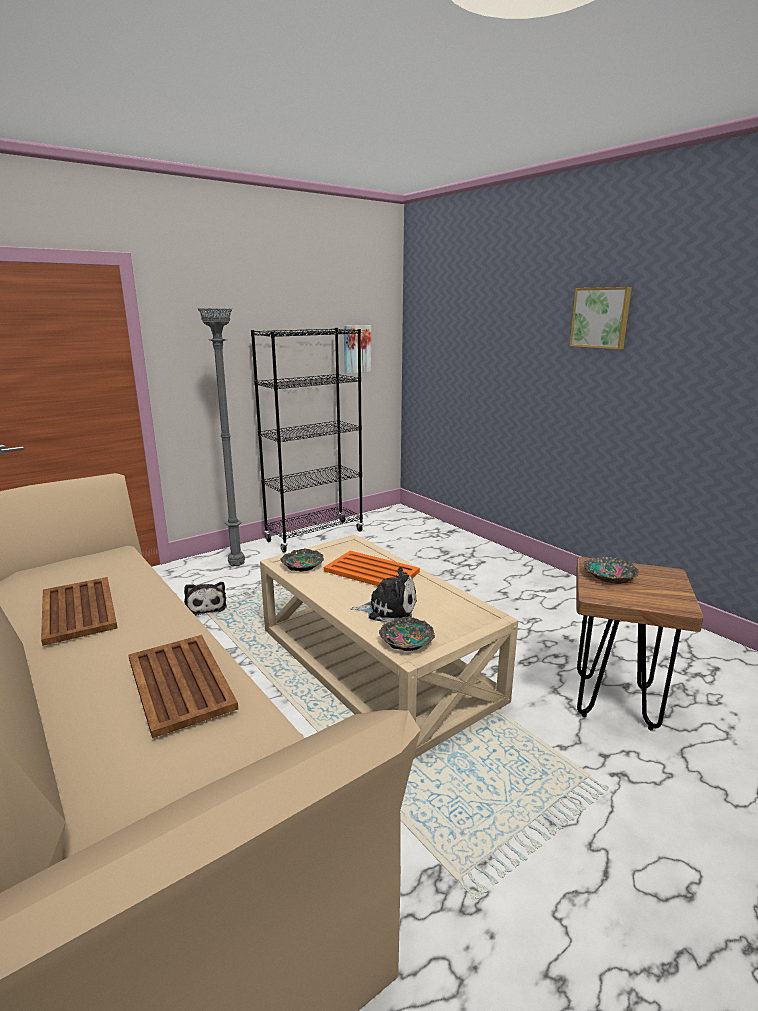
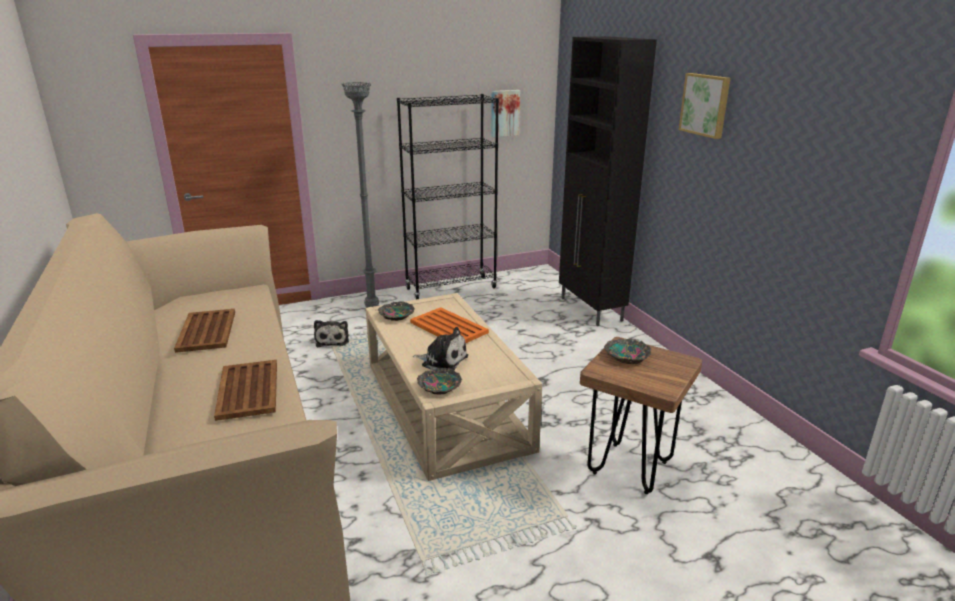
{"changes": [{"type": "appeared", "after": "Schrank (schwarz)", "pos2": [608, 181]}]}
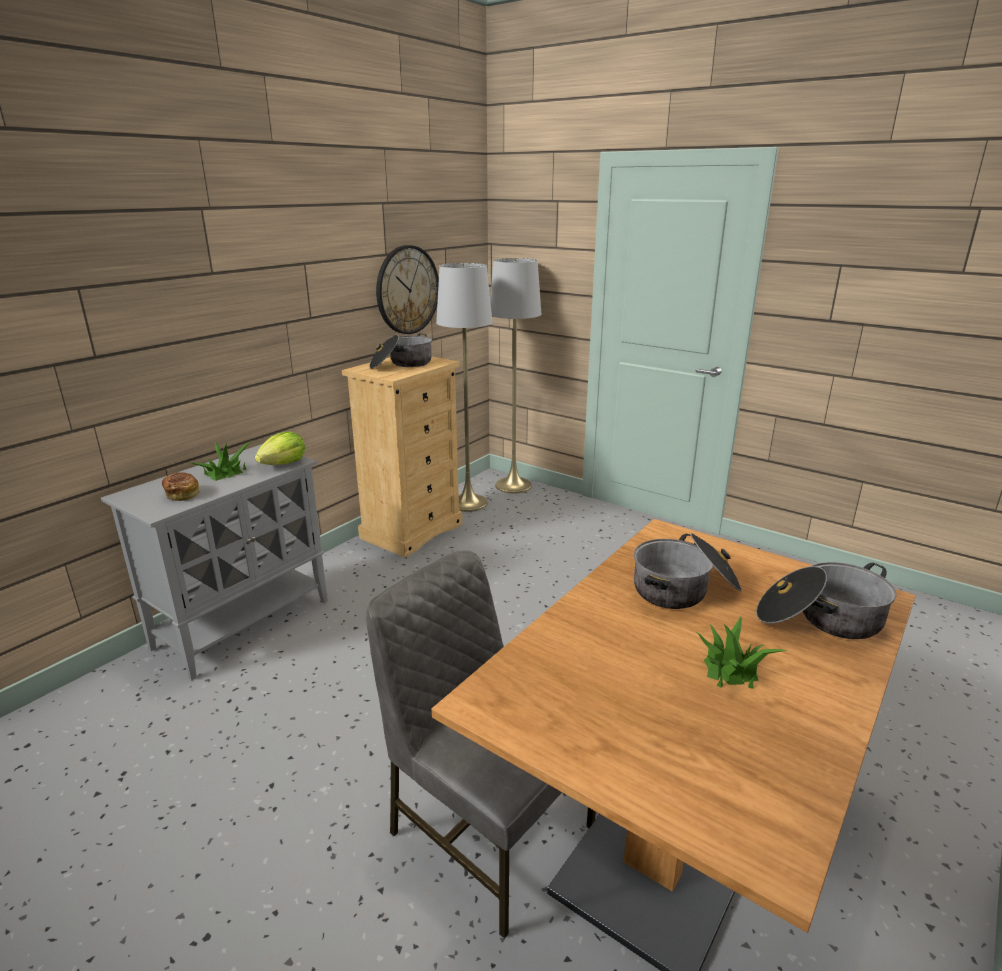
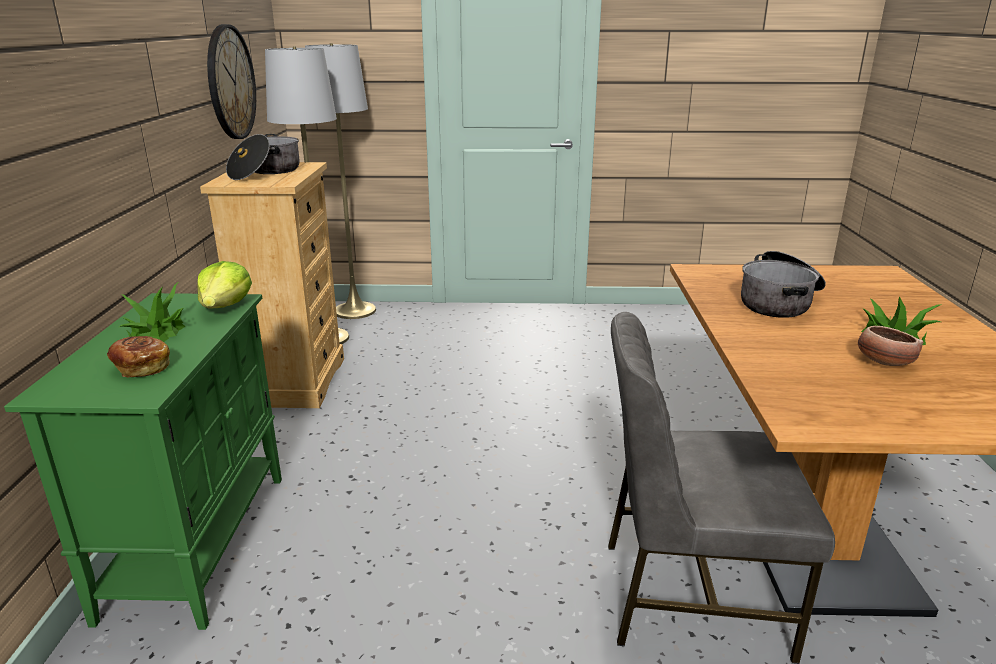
{"changes": [{"type": "colour", "before": "Schrank (grau)", "after": "Schrank (grün)", "pos1": [214, 562], "pos2": [143, 461]}, {"type": "appeared", "after": "Schüssel", "pos2": [890, 346]}, {"type": "missing", "before": "Kochtopf", "pos1": [826, 600]}]}
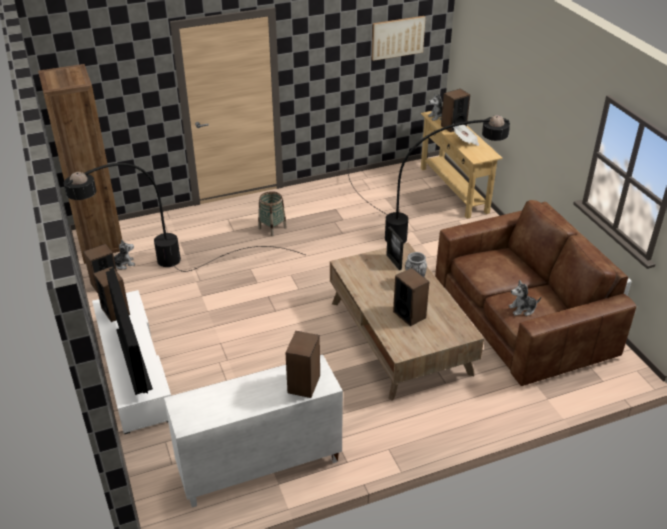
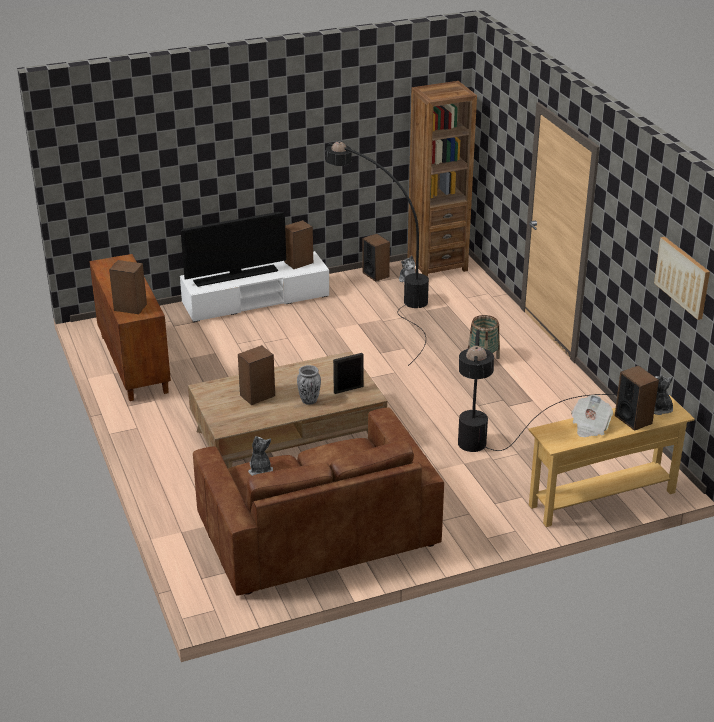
{"changes": [{"type": "colour", "before": "Schrank (weiß)", "after": "Schrank (braun)", "pos1": [253, 431], "pos2": [130, 327]}]}
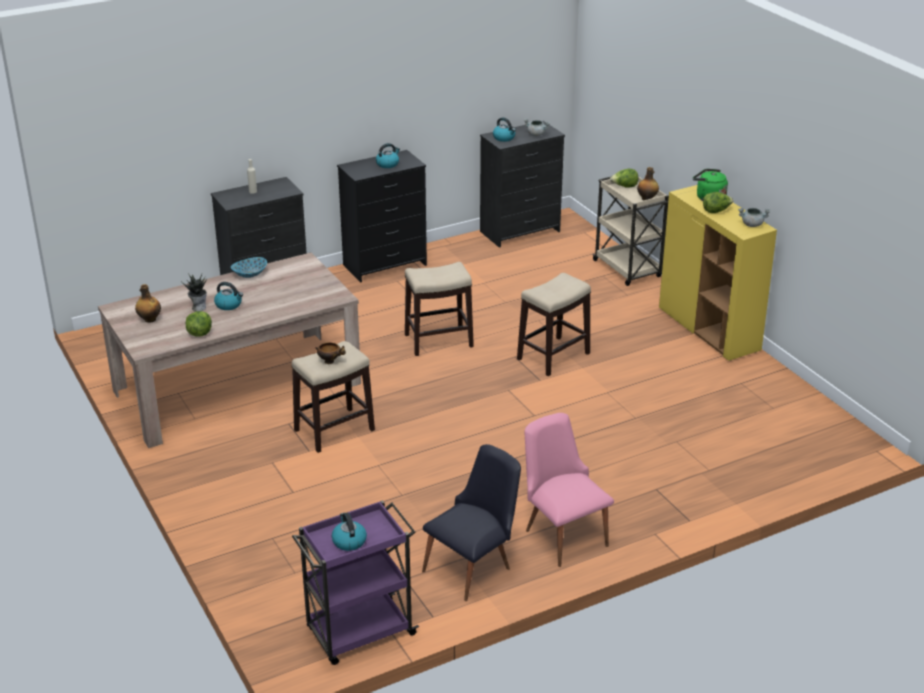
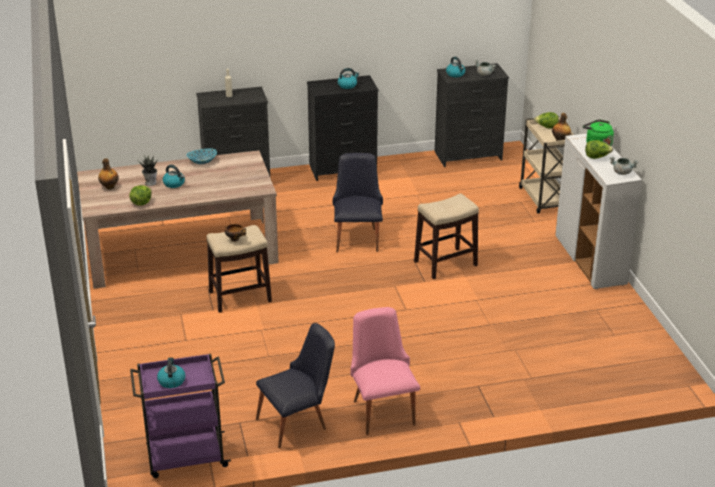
{"changes": [{"type": "exchanged", "before": "Hocker", "after": "Stuhl (schwarz)", "pos1": [439, 309], "pos2": [358, 203]}, {"type": "colour", "before": "Schrank (gelb)", "after": "Schrank (weiß)", "pos1": [718, 273], "pos2": [598, 211]}]}
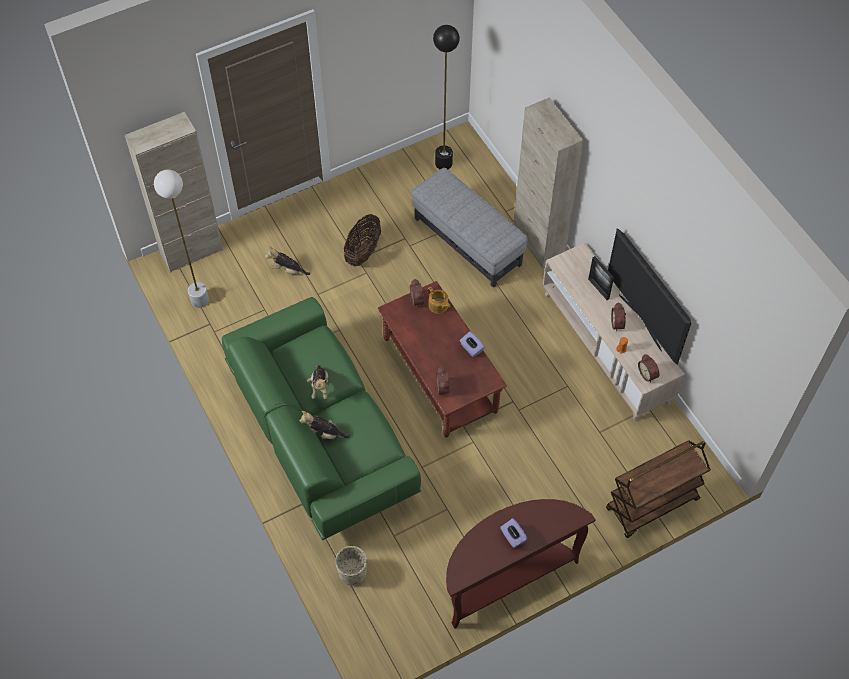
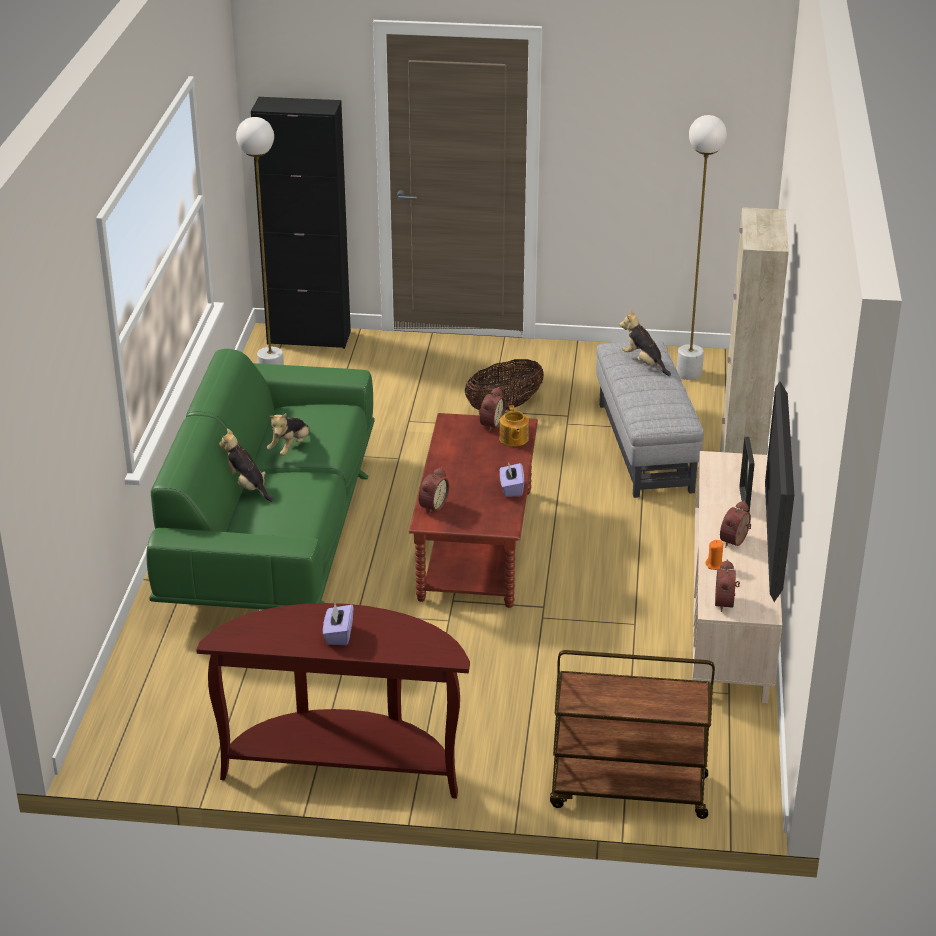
{"changes": [{"type": "colour", "before": "Schrank (beige)", "after": "Schrank (schwarz)", "pos1": [174, 192], "pos2": [301, 223]}, {"type": "relocated", "before": "Plüschtier", "pos1": [287, 260], "pos2": [645, 343]}, {"type": "colour", "before": "Stehlampe (schwarz)", "after": "Stehlampe (weiß)", "pos1": [446, 97], "pos2": [702, 247]}, {"type": "missing", "before": "Pflanzkübel (beige)", "pos1": [351, 565]}]}
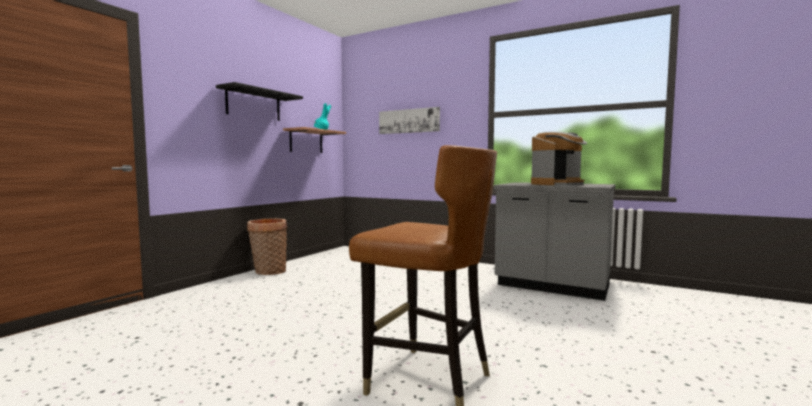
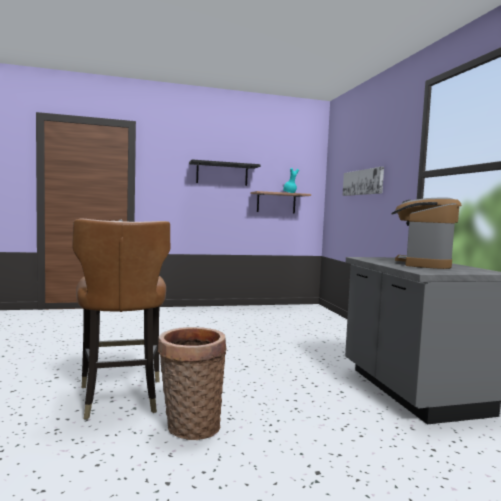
{"changes": [{"type": "relocated", "before": "Korb", "pos1": [267, 246], "pos2": [192, 383]}, {"type": "spun", "before": "Kaffeemaschine", "pos1": [559, 158], "pos2": [426, 233], "turn": 105}]}
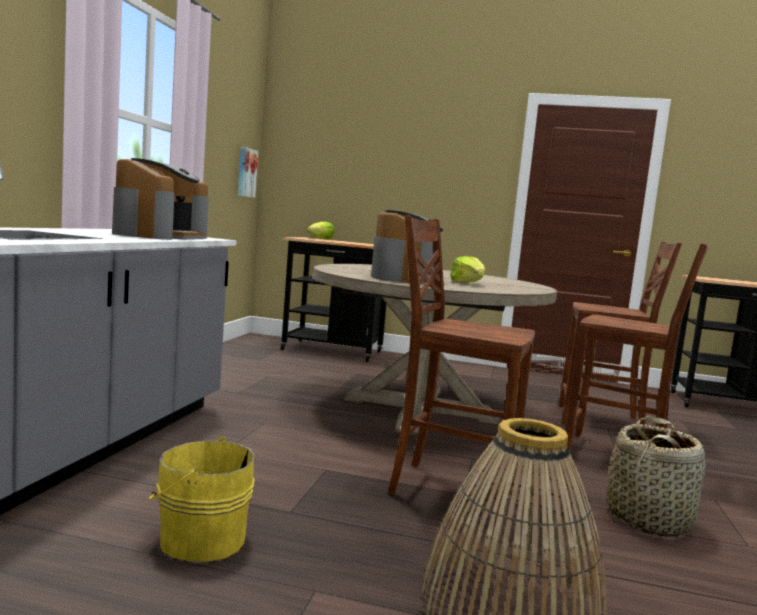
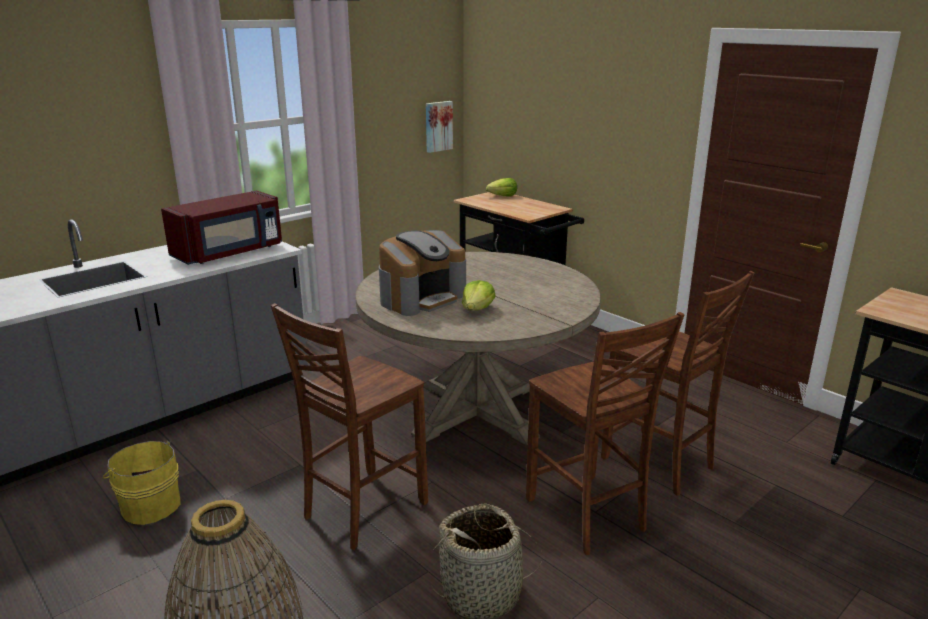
{"changes": [{"type": "exchanged", "before": "Kaffeemaschine", "after": "Mikrowelle (rot)", "pos1": [160, 199], "pos2": [221, 227]}, {"type": "spun", "before": "Stuhl (braun)", "pos1": [461, 370], "pos2": [349, 426], "turn": -105}]}
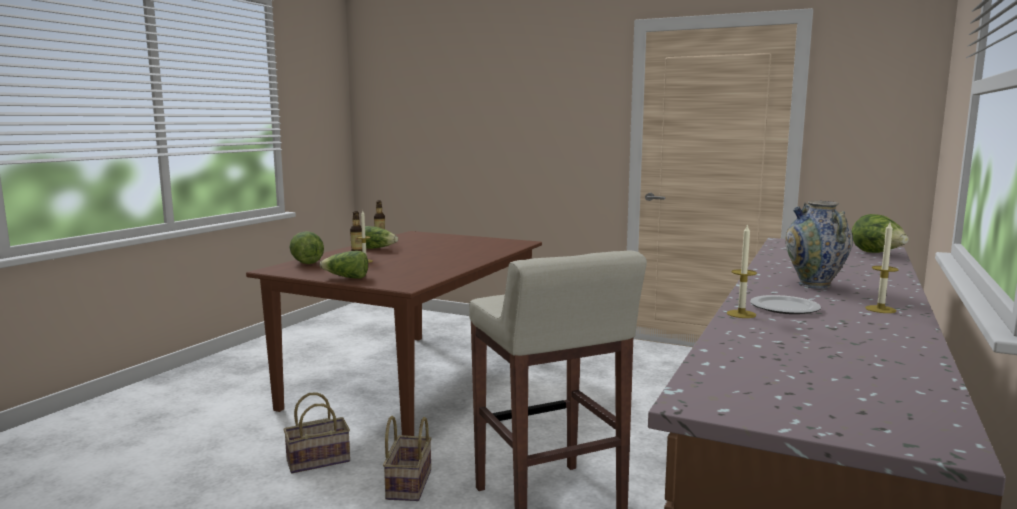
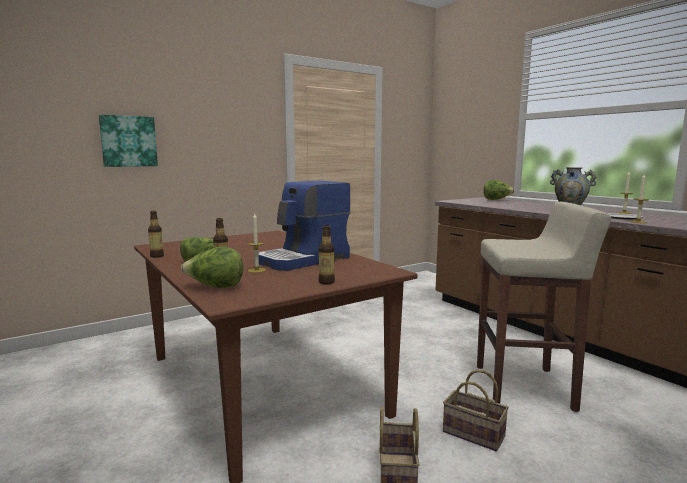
{"changes": [{"type": "appeared", "after": "Bild", "pos2": [128, 140]}, {"type": "appeared", "after": "Kaffeemaschine", "pos2": [304, 225]}, {"type": "exchanged", "before": "Salatkopf", "after": "Flasche", "pos1": [344, 265], "pos2": [327, 254]}]}
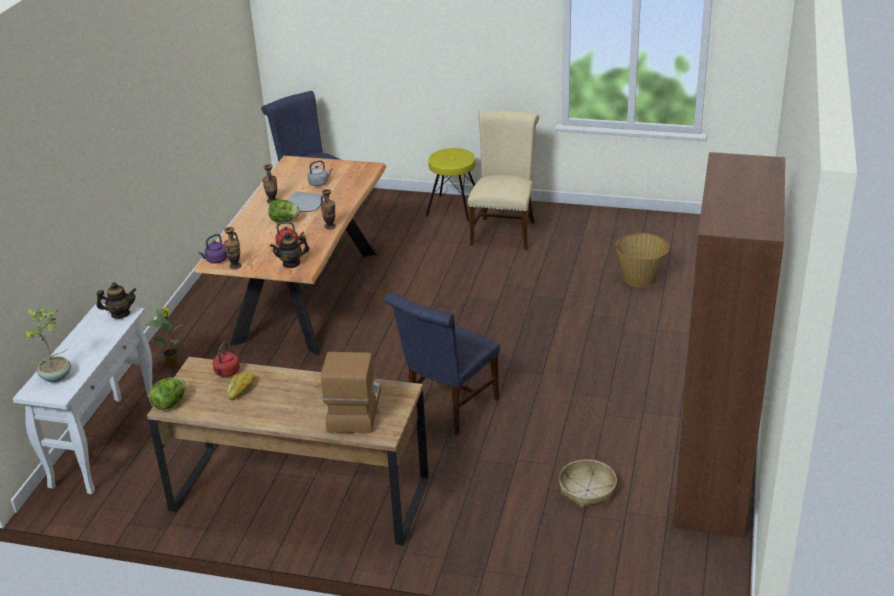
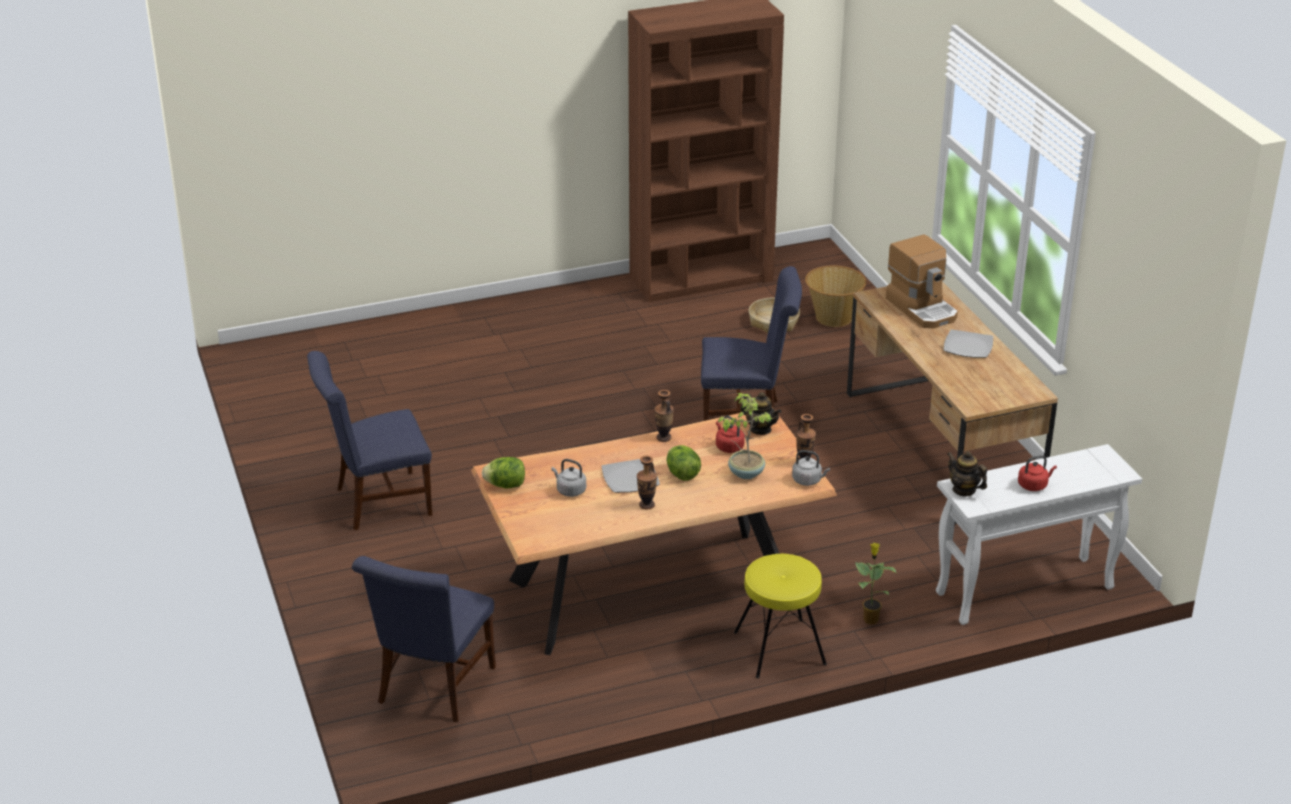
{"changes": [{"type": "colour", "before": "Stuhl (beige)", "after": "Stuhl (blau)", "pos1": [503, 180], "pos2": [369, 440]}, {"type": "relocated", "before": "Salatkopf", "pos1": [167, 393], "pos2": [503, 473]}, {"type": "relocated", "before": "Topfpflanze", "pos1": [47, 345], "pos2": [745, 436]}, {"type": "relocated", "before": "Hocker (gelb)", "pos1": [451, 185], "pos2": [780, 616]}, {"type": "colour", "before": "Wasserkessel (lila)", "after": "Wasserkessel (grau)", "pos1": [212, 248], "pos2": [811, 468]}, {"type": "relocated", "before": "Korb", "pos1": [642, 260], "pos2": [835, 296]}, {"type": "spun", "before": "Kaffeemaschine", "pos1": [351, 392], "pos2": [922, 281], "turn": -90}, {"type": "appeared", "after": "Teller", "pos2": [968, 343]}, {"type": "relocated", "before": "Wasserkessel (rot)", "pos1": [226, 359], "pos2": [1037, 473]}, {"type": "missing", "before": "Brot", "pos1": [241, 386]}]}
